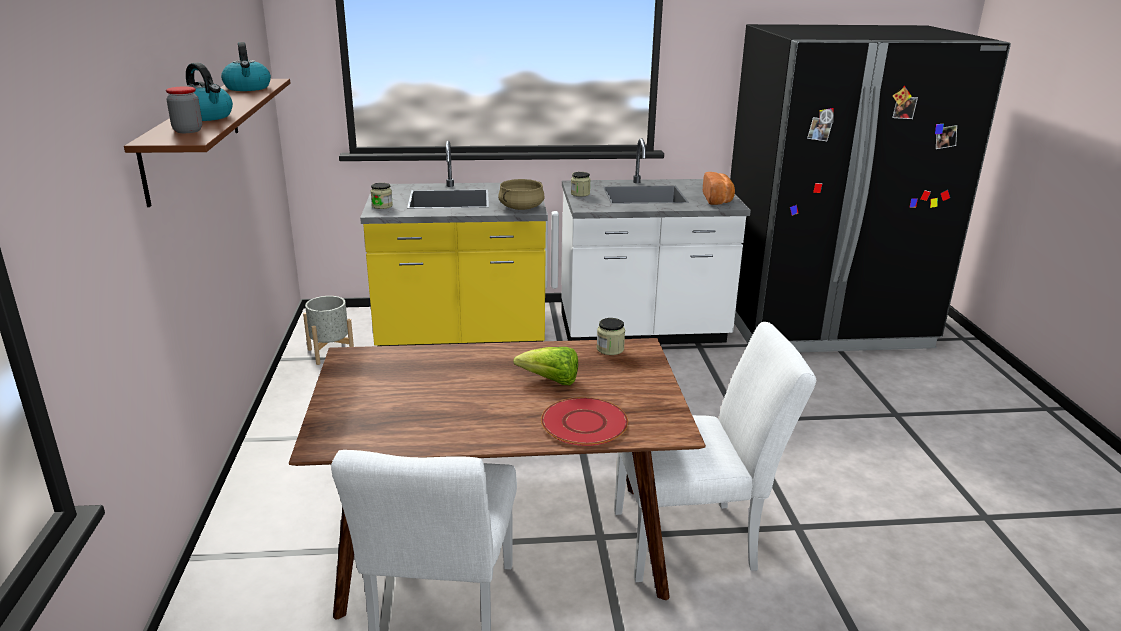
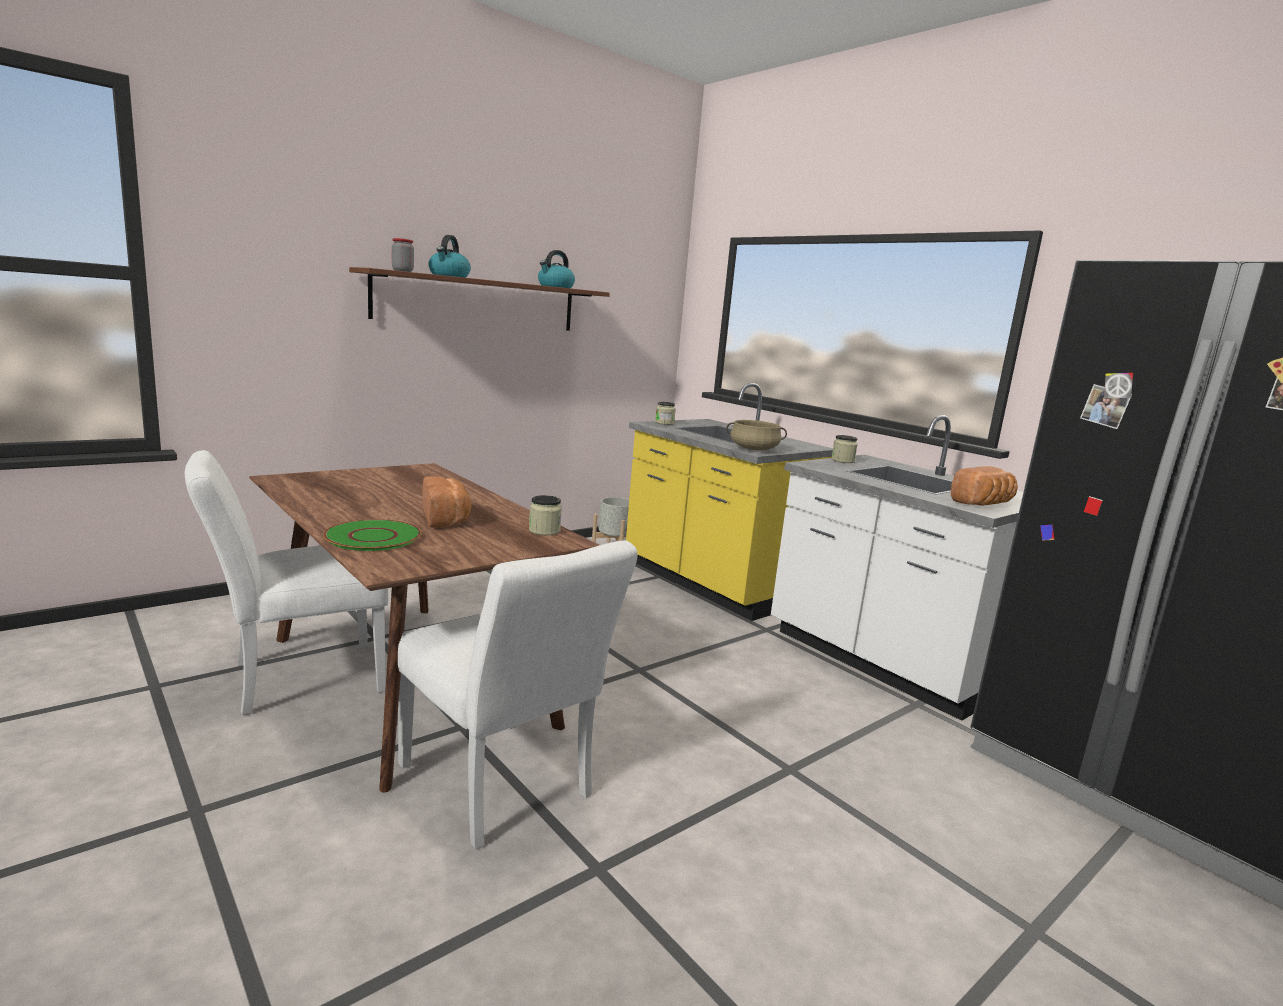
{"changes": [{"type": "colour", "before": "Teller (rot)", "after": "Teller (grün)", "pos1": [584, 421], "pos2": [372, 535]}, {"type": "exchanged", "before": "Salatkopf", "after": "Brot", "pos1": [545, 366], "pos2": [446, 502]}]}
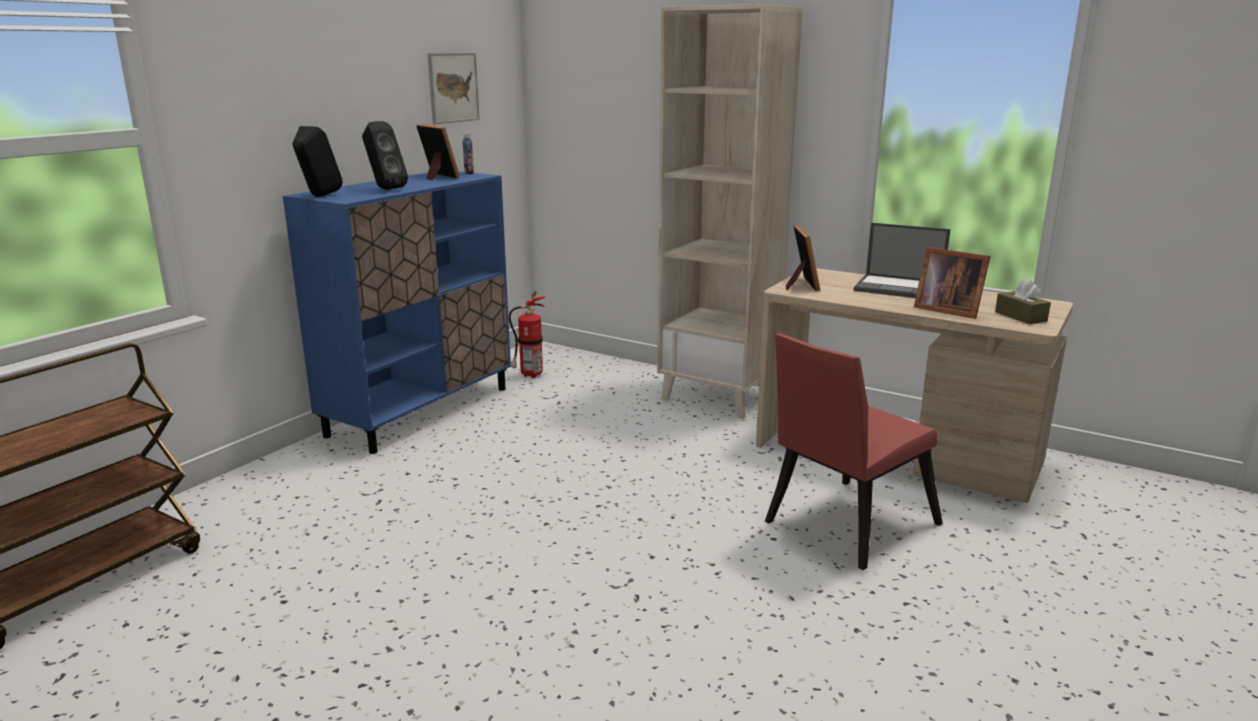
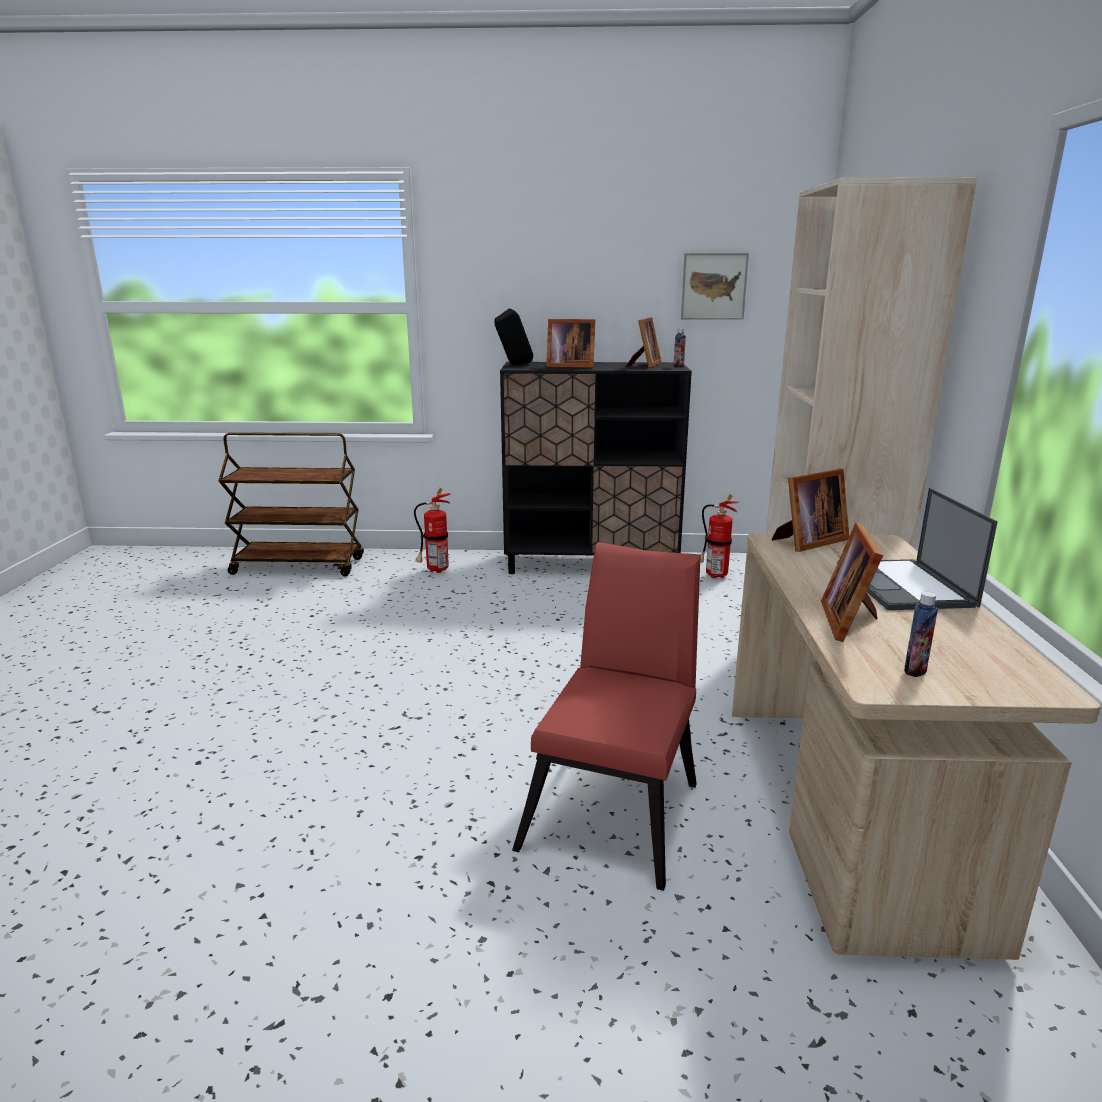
{"changes": [{"type": "appeared", "after": "Feuerlöscher", "pos2": [432, 530]}, {"type": "colour", "before": "Schrank (blau)", "after": "Schrank (schwarz)", "pos1": [397, 312], "pos2": [596, 468]}, {"type": "spun", "before": "Stuhl (rot)", "pos1": [854, 451], "pos2": [606, 716], "turn": 90}, {"type": "exchanged", "before": "Lautsprecher (schwarz)", "after": "Bilderrahmen", "pos1": [385, 155], "pos2": [570, 343]}, {"type": "exchanged", "before": "Taschentuchbox (braun)", "after": "Flasche", "pos1": [1023, 301], "pos2": [921, 634]}]}
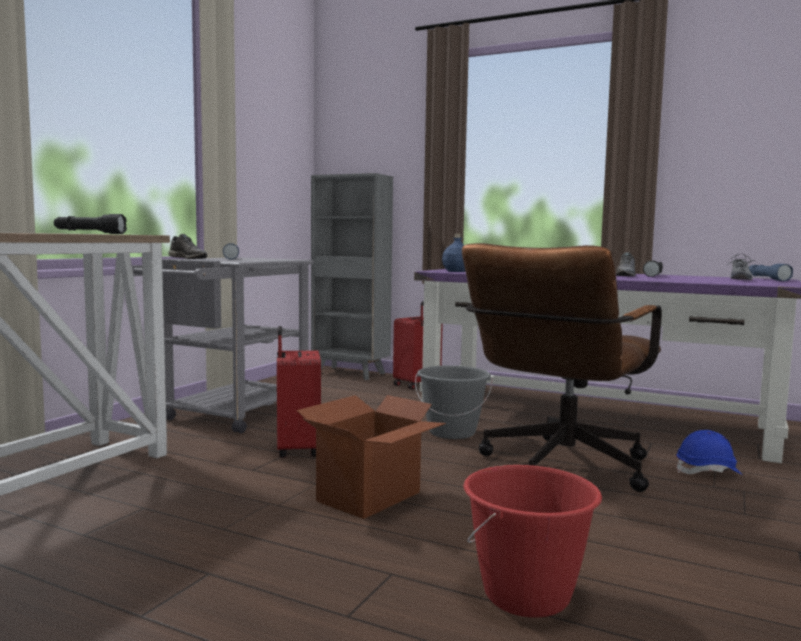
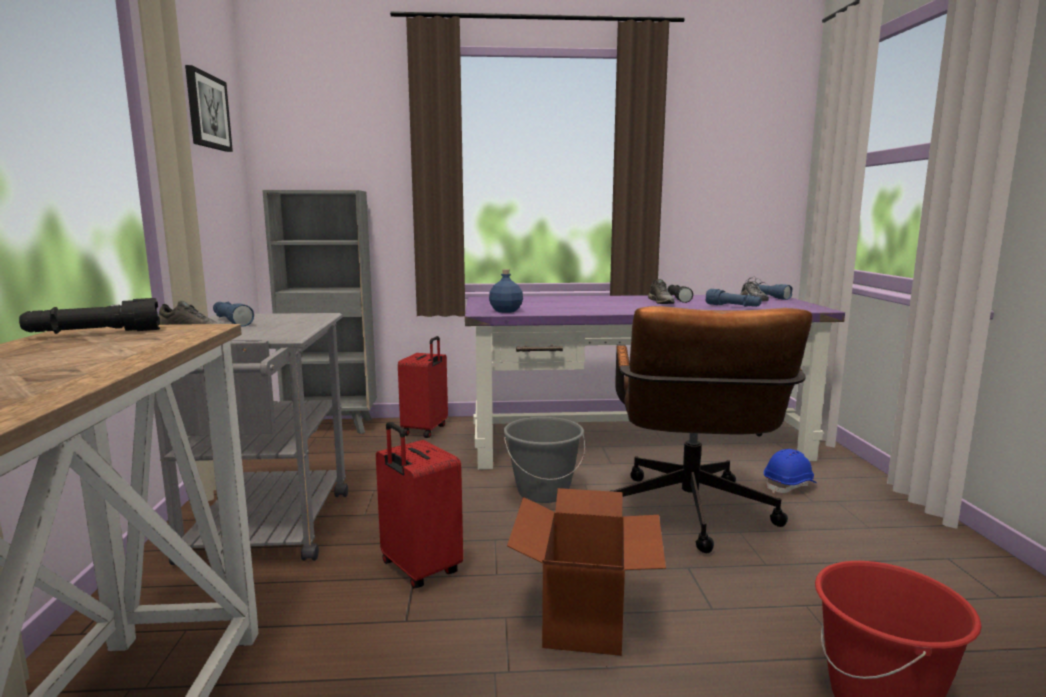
{"changes": [{"type": "appeared", "after": "Bild", "pos2": [209, 108]}, {"type": "appeared", "after": "Taschenlampe (blau)", "pos2": [733, 298]}]}
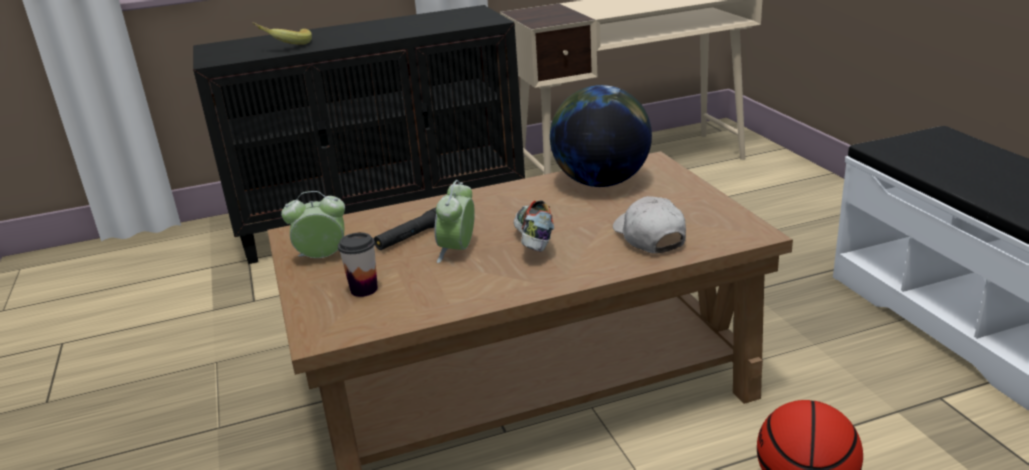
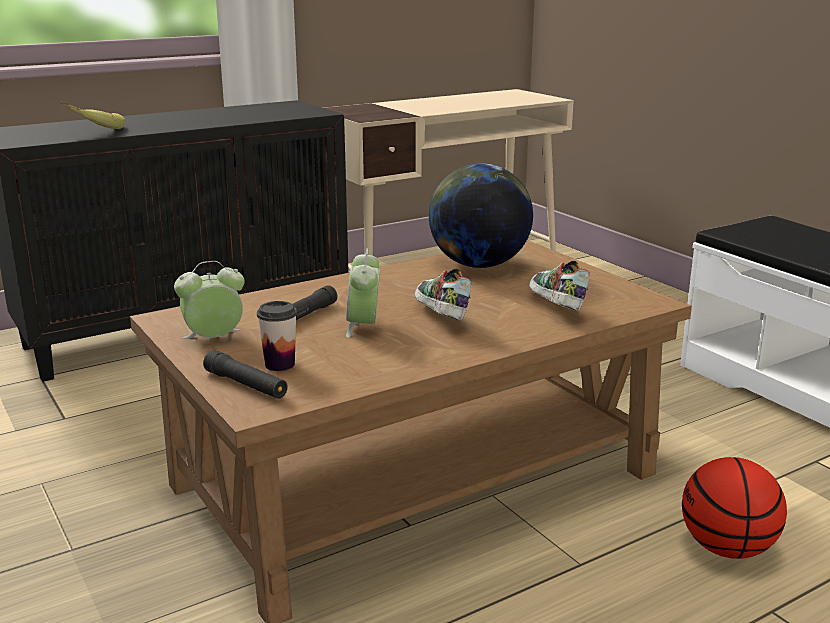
{"changes": [{"type": "appeared", "after": "Taschenlampe (schwarz)", "pos2": [245, 374]}, {"type": "exchanged", "before": "Kappe (weiß)", "after": "Schuh", "pos1": [649, 225], "pos2": [559, 286]}]}
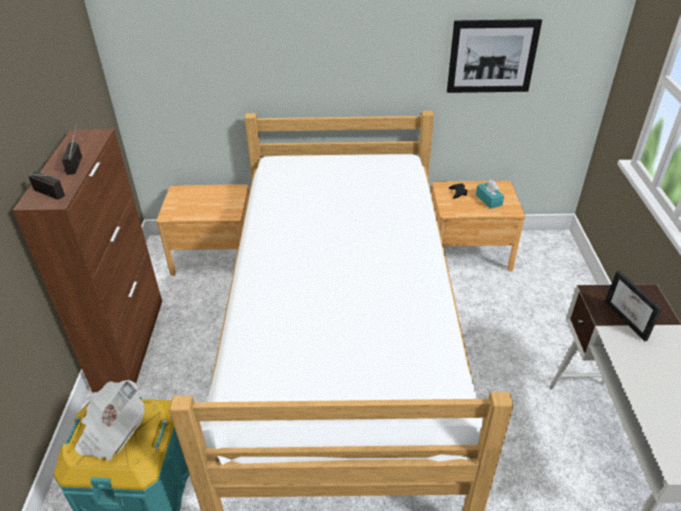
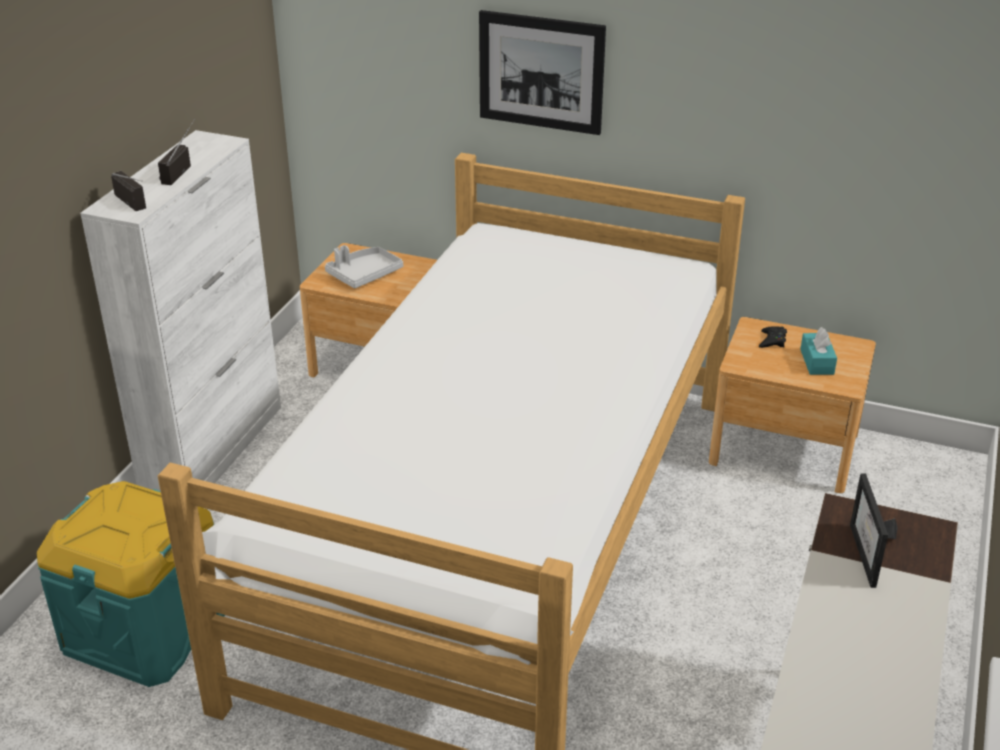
{"changes": [{"type": "colour", "before": "Schrank (braun)", "after": "Schrank (weiß)", "pos1": [87, 260], "pos2": [180, 310]}, {"type": "appeared", "after": "Tablett (grau)", "pos2": [364, 266]}, {"type": "relocated", "before": "Bild", "pos1": [494, 56], "pos2": [542, 72]}, {"type": "missing", "before": "Zeitung", "pos1": [110, 420]}]}
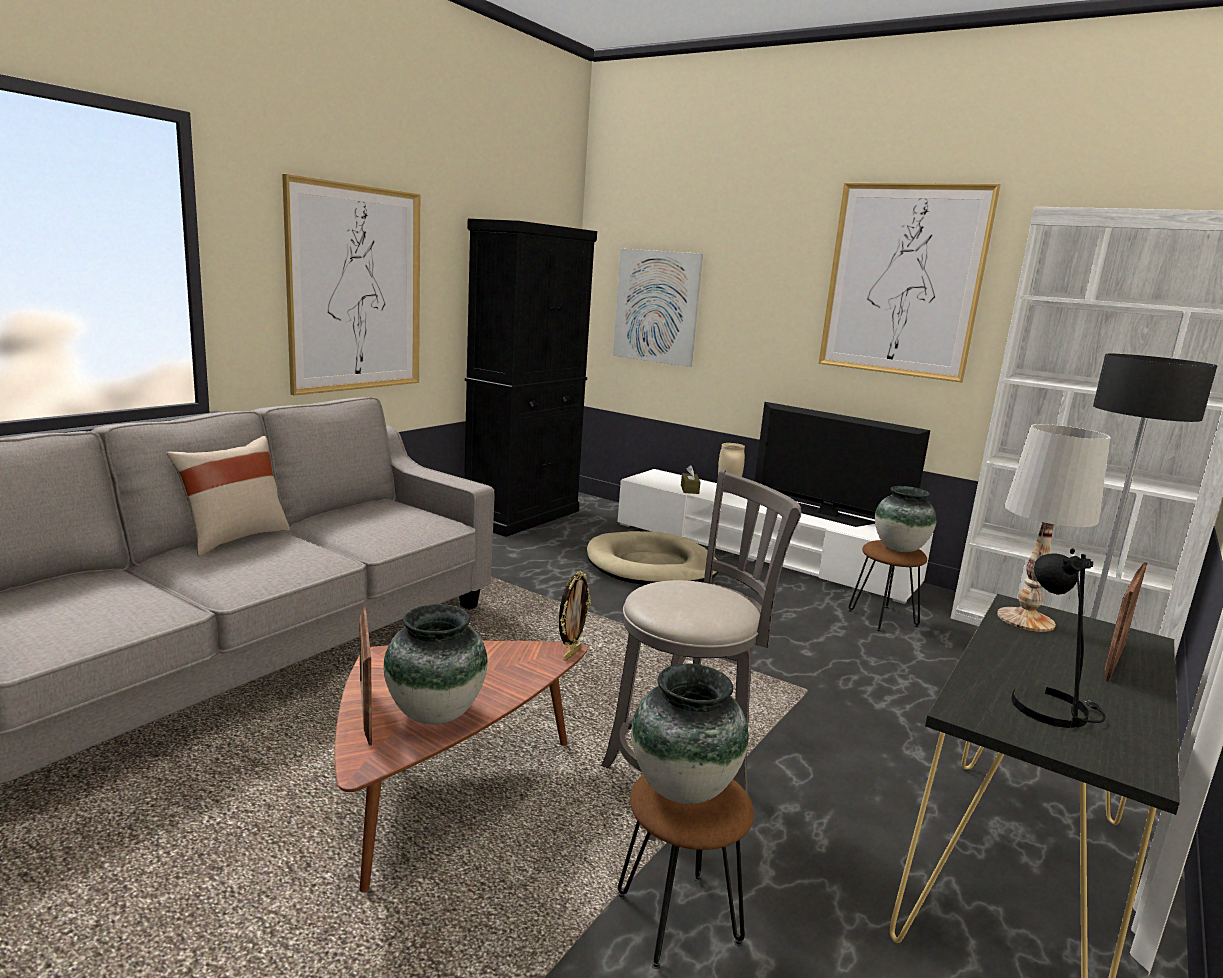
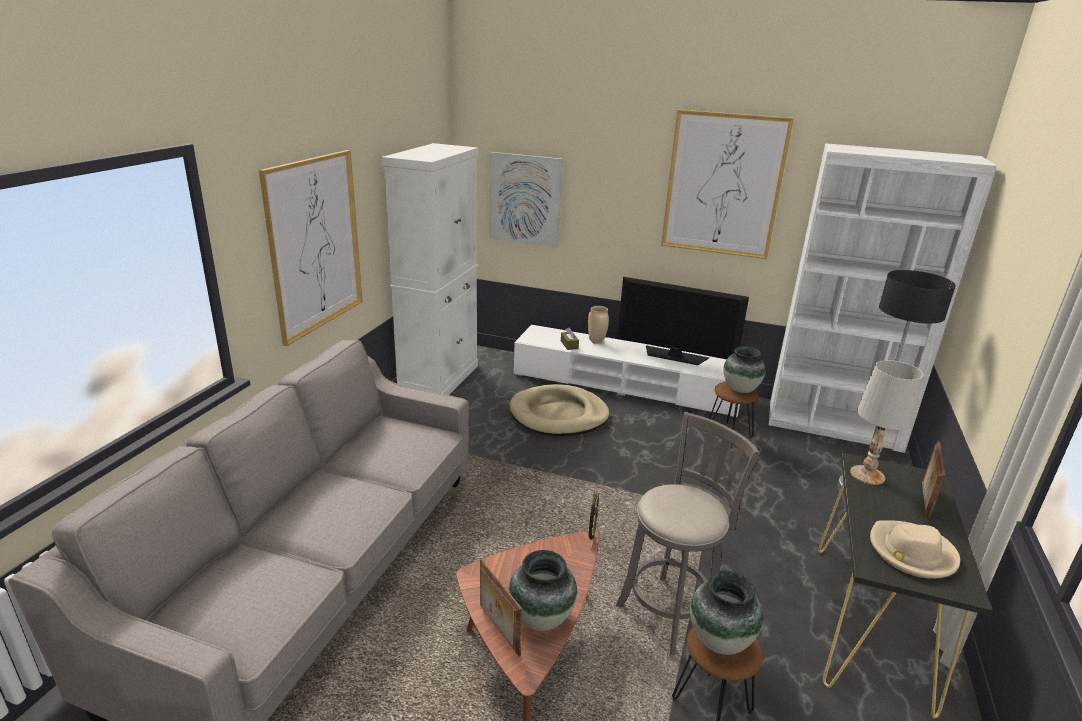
{"changes": [{"type": "colour", "before": "Schrank (schwarz)", "after": "Schrank (weiß)", "pos1": [530, 377], "pos2": [430, 269]}, {"type": "exchanged", "before": "Tischlampe (schwarz)", "after": "Hut (beige)", "pos1": [1058, 638], "pos2": [915, 549]}, {"type": "missing", "before": "Kissen (beige)", "pos1": [228, 496]}]}
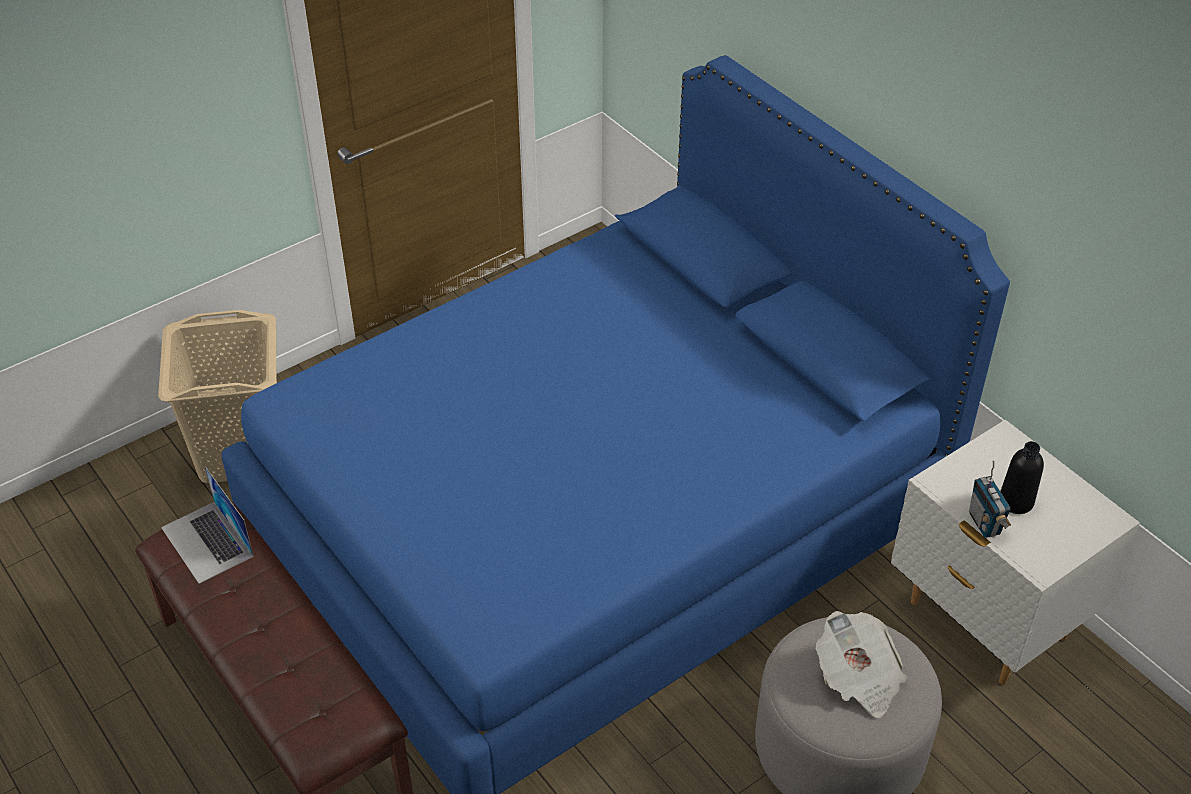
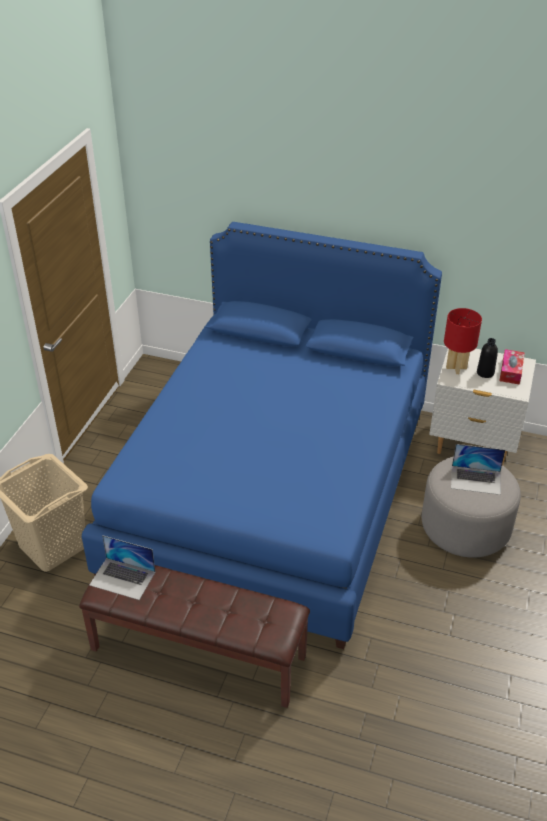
{"changes": [{"type": "appeared", "after": "Tischlampe (rot)", "pos2": [463, 341]}, {"type": "exchanged", "before": "Zeitung", "after": "Laptop", "pos1": [861, 664], "pos2": [478, 469]}, {"type": "appeared", "after": "Taschentuchbox", "pos2": [512, 367]}, {"type": "missing", "before": "Radio", "pos1": [990, 499]}]}
